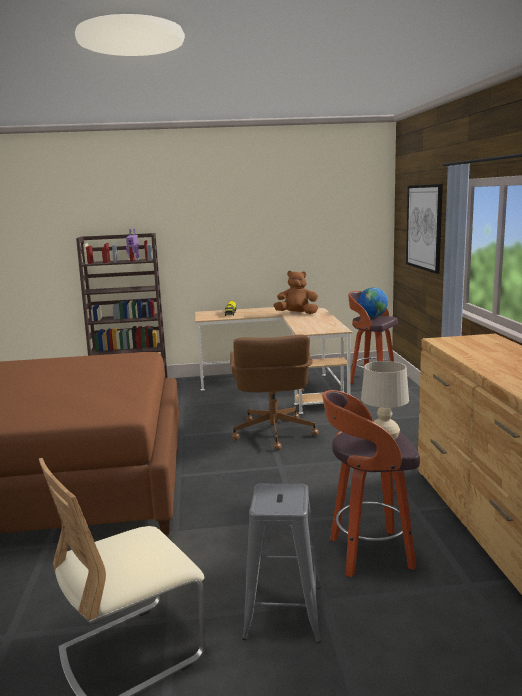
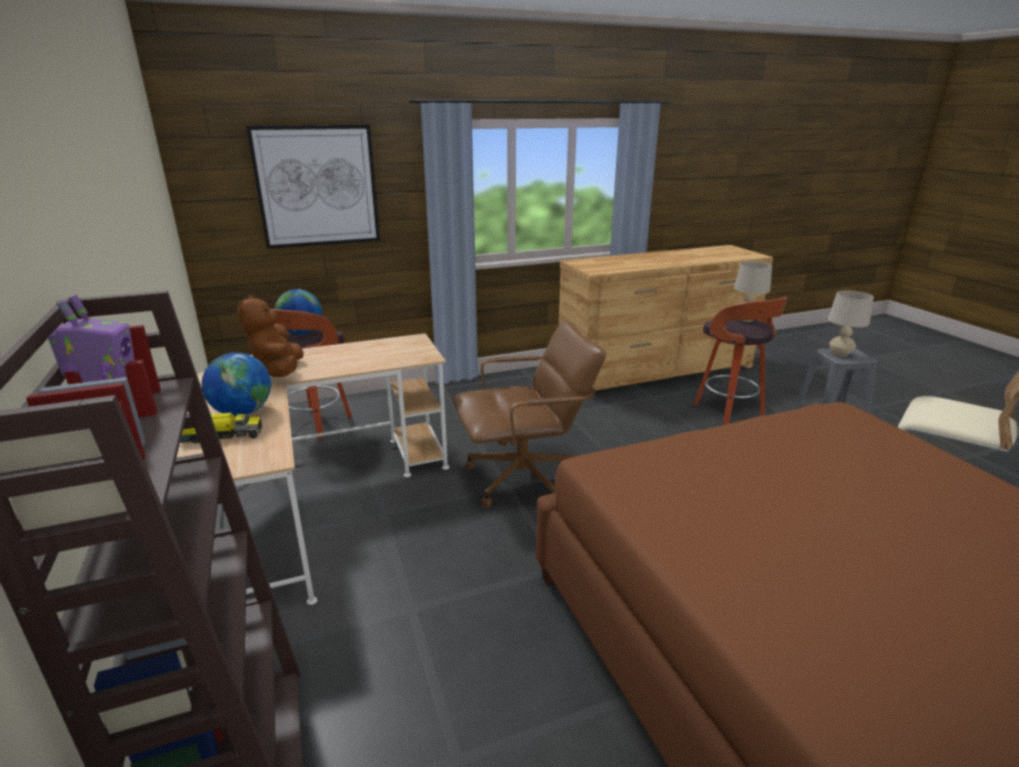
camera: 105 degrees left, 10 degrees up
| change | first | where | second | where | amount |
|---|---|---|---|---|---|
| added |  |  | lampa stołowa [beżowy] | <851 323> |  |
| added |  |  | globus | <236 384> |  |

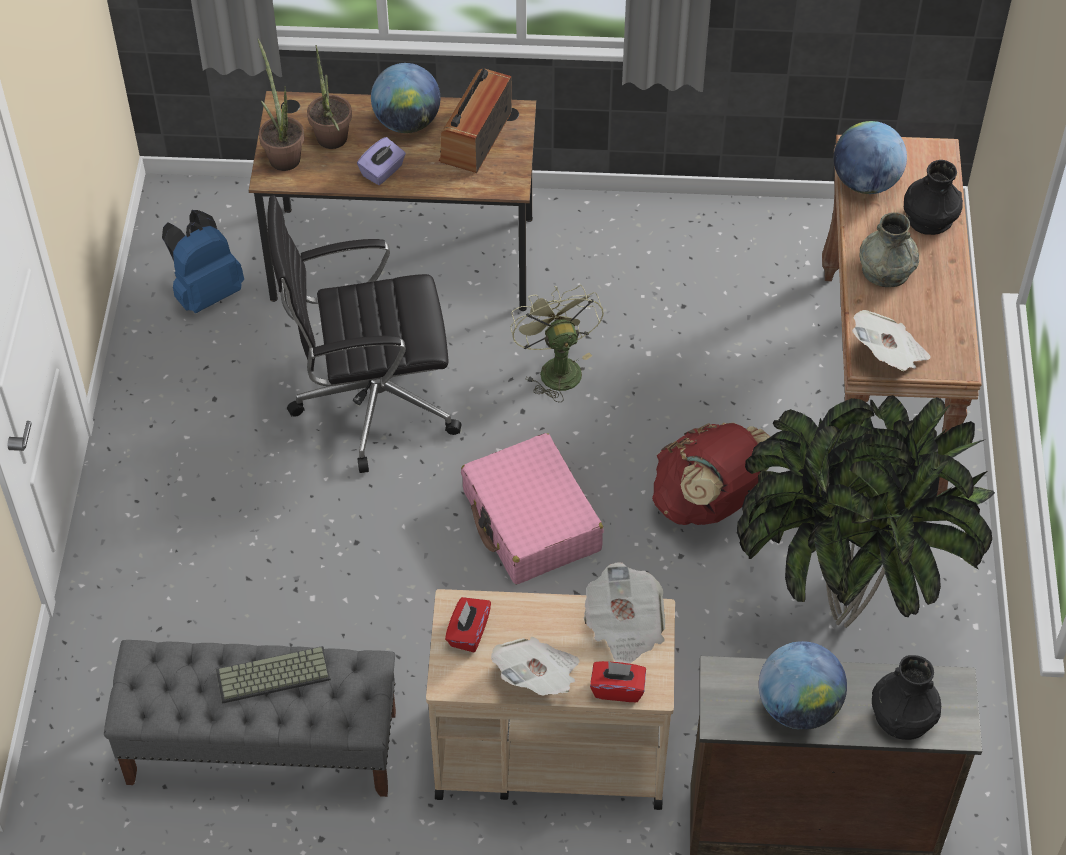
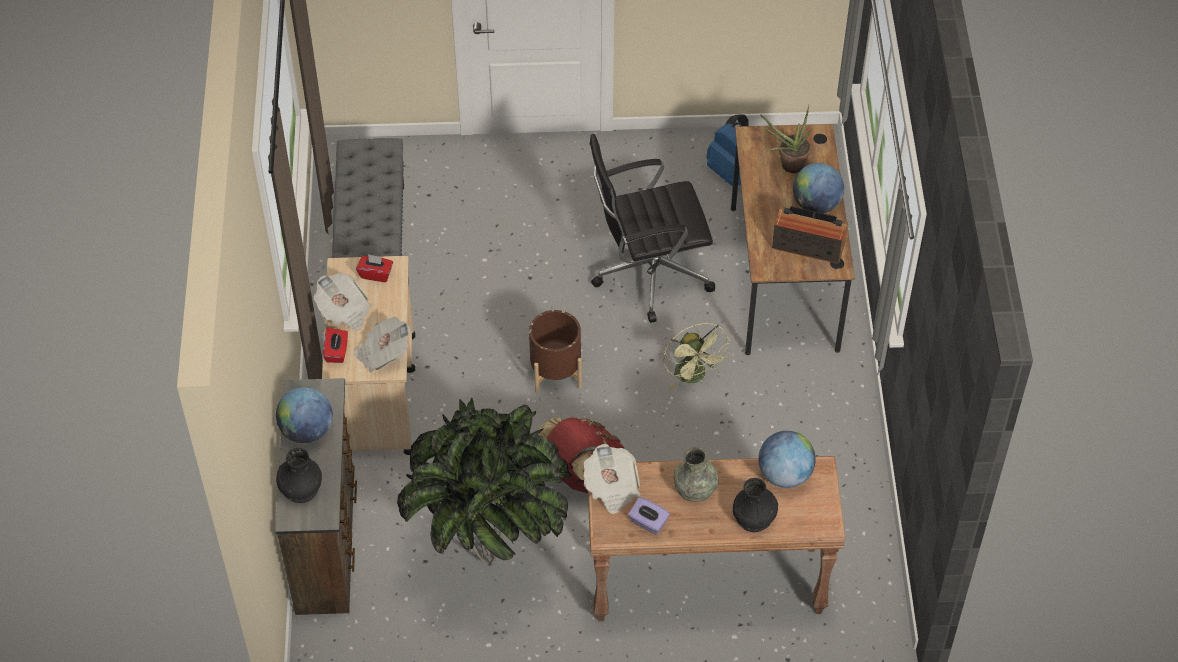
camera: 85 degrees right, 0 degrees up
| change | first | where | second | where | amount |
|---|---|---|---|---|---|
| removed | roślina doniczkowa | <281 105> |  |  |  |
| moved | pudełko chusteczek [fioletowy] | <381 161> |  | <649 516> |  |
| turned | krzesło biurowe [czarny] | <364 334> |  | <652 228> | 90 degrees counterclockwise |
| turned | wentylator [zielony] | <557 344> |  | <697 356> | 90 degrees clockwise |
| replaced | walizka [różowy] | <532 508> | donica [brązowy] | <555 351> |  |
| removed | klawiatura | <273 675> |  |  |  |

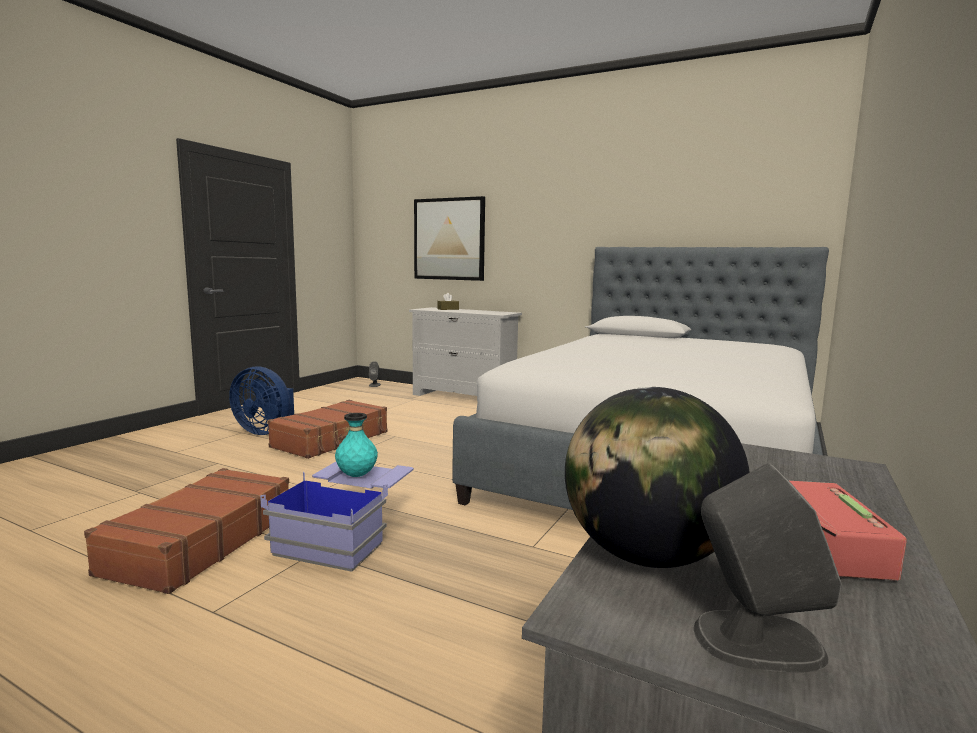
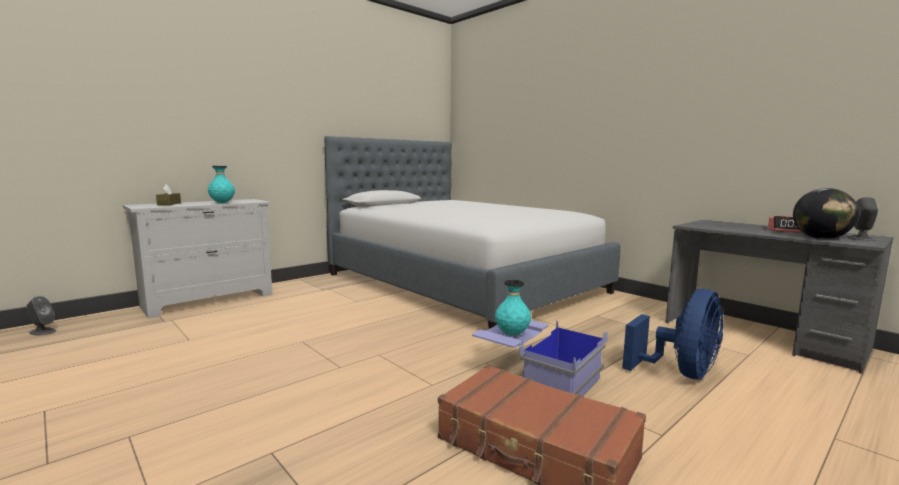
camera: 70 degrees left, 0 degrees up
| change | first | where | second | where | amount |
|---|---|---|---|---|---|
| removed | obraz | <449 238> |  |  |  |
| moved | wentylator [niebieski] | <261 401> |  | <673 334> |  |
| removed | walizka [brązowy] | <327 429> |  |  |  |
| added |  |  | wazon [turkusowy] | <221 184> |  |

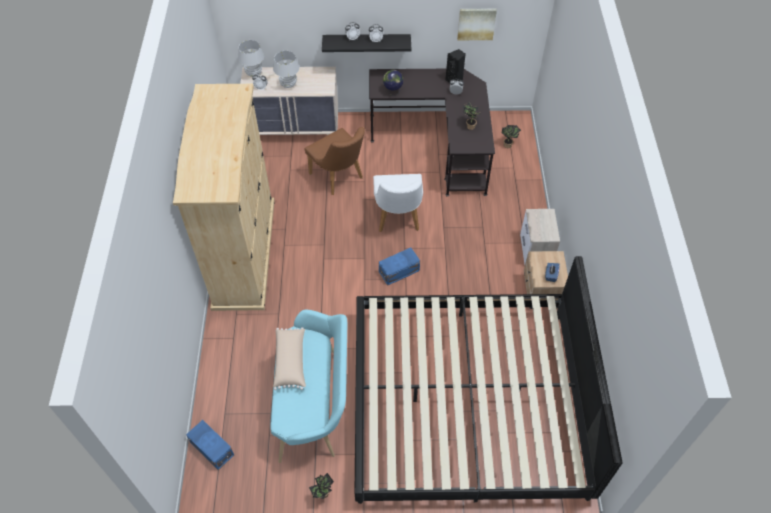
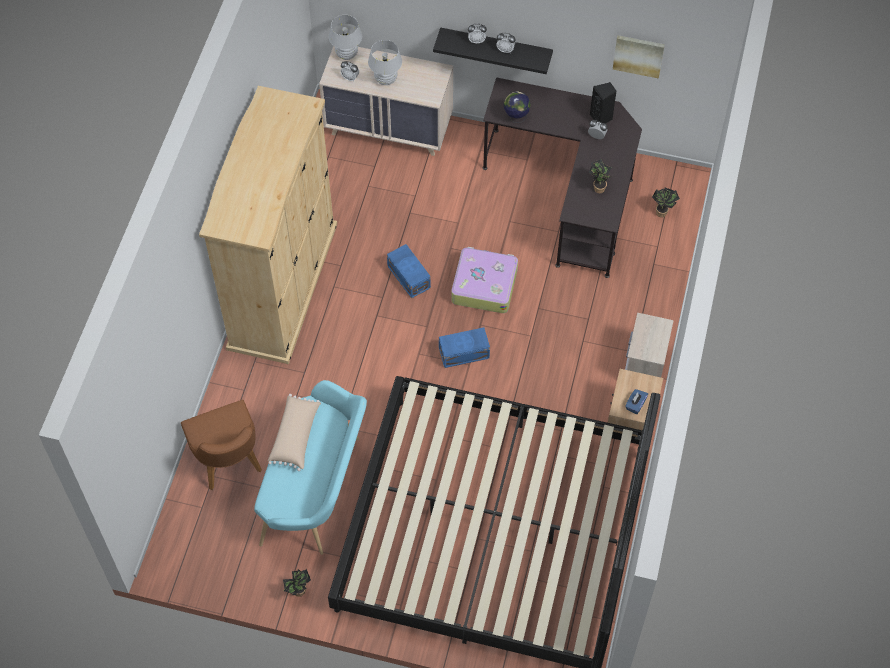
camera: 15 degrees right, 5 degrees up
| change | first | where | second | where | amount |
|---|---|---|---|---|---|
| moved | krzesło [brązowy] | <335 161> |  | <221 445> |  |
| replaced | krzesło [biały] | <398 203> | walizka | <484 280> |  |
| moved | pojemnik do przechowywania [niebieski] | <210 445> |  | <409 271> |  |

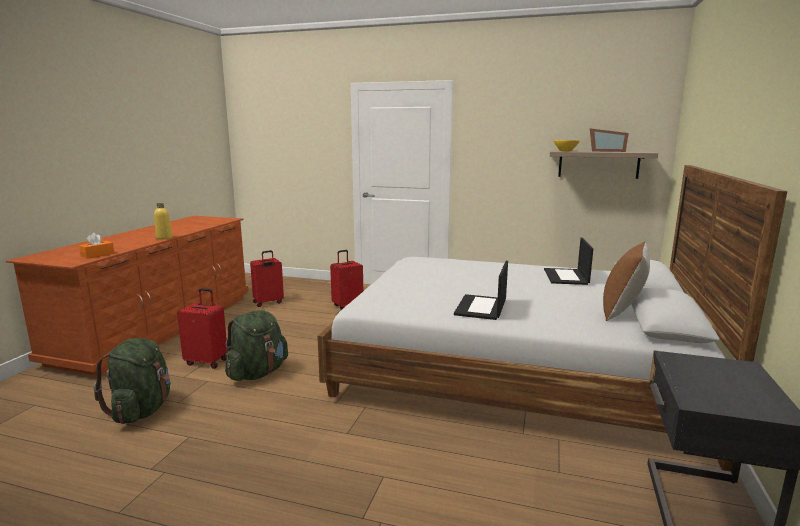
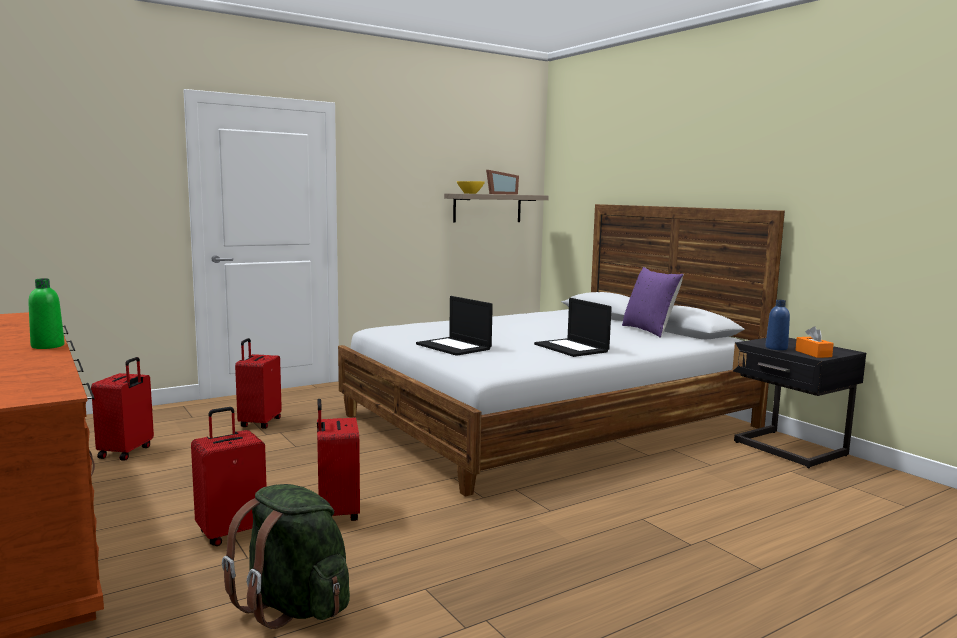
camera: 50 degrees left, 5 degrees down
| change | first | where | second | where | amount |
|---|---|---|---|---|---|
| recoloured | butelka [żółty] | <163 221> | butelka [zielony] | <46 313> |  |
| moved | pudełko chusteczek [pomarańczowy] | <96 246> |  | <814 342> |  |
| moved | laptop | <568 261> |  | <454 326> |  |
| recoloured | poduszka [brązowy] | <626 281> | poduszka [fioletowy] | <653 302> |  |
| replaced | plecak [zielony] | <256 345> | walizka [czerwony] | <338 460> |  |
| added |  |  | butelka [niebieski] | <777 325> |  |

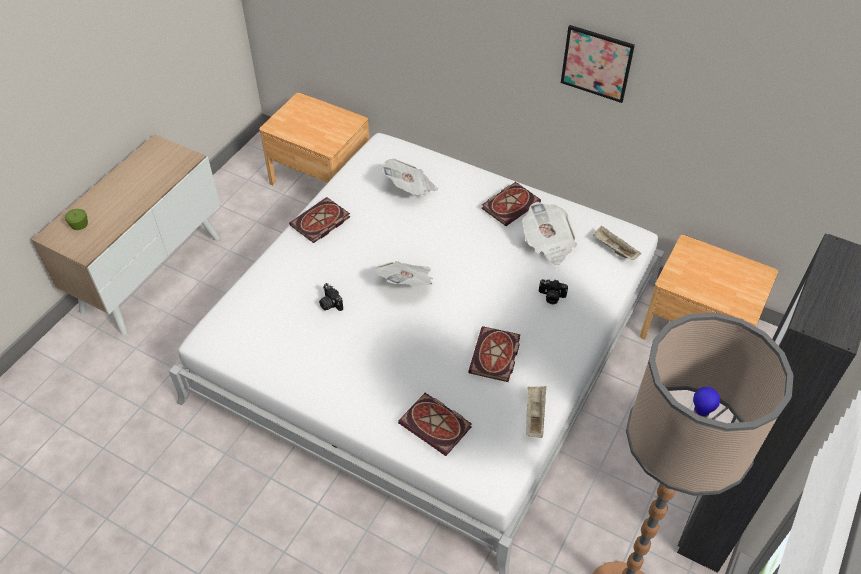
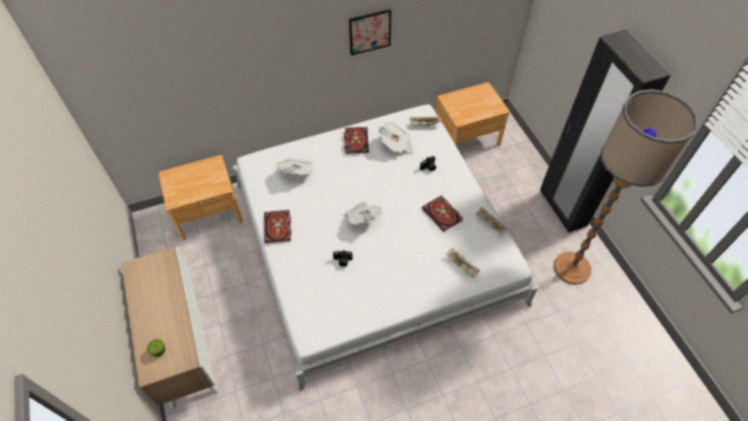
camera: 50 degrees left, 5 degrees up
| change | first | where | second | where | amount |
|---|---|---|---|---|---|
| replaced | książka | <435 424> | taca [beżowy] | <463 263> |  |

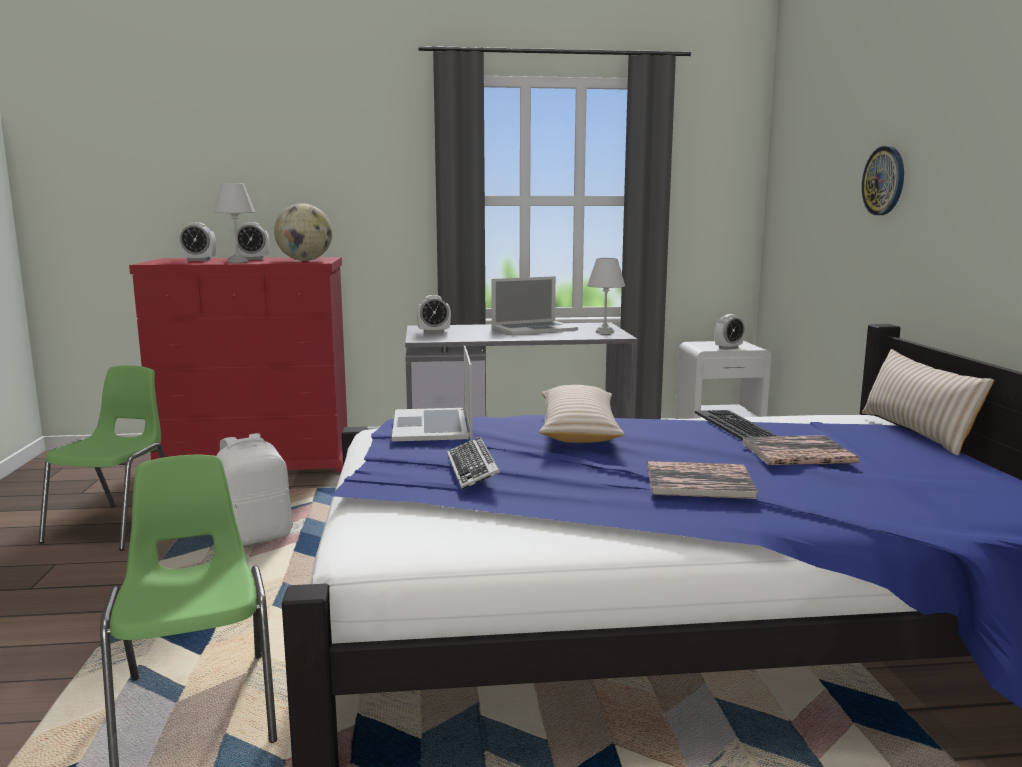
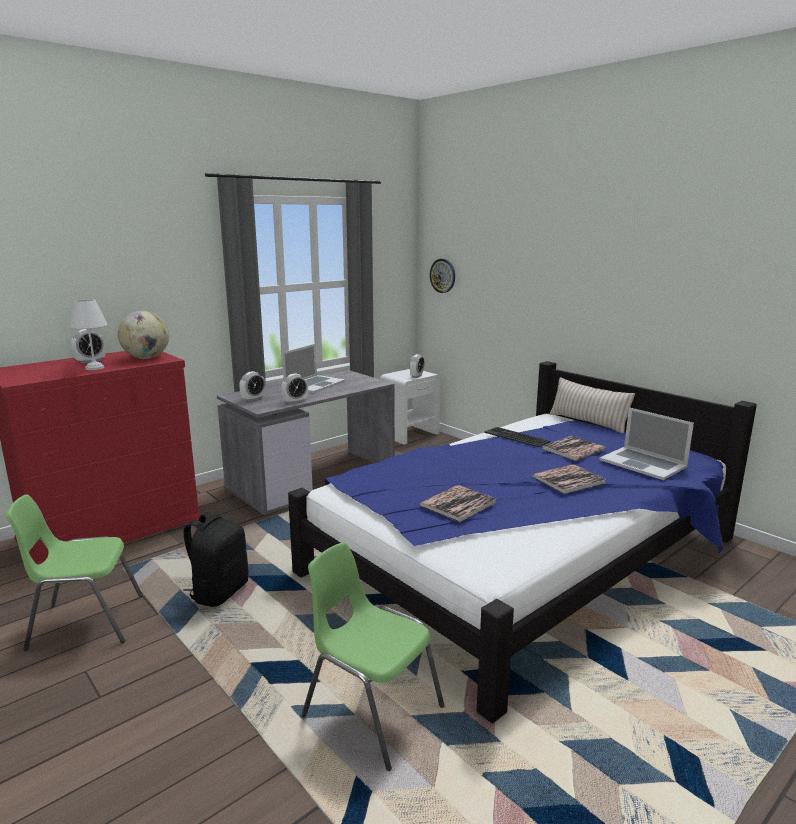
camera: 35 degrees left, 5 degrees up
| change | first | where | second | where | amount |
|---|---|---|---|---|---|
| moved | zegar ścienny | <883 180> |  | <442 276> |  |
| moved | budzik | <197 241> |  | <294 388> |  |
| removed | lampa stołowa [biały] | <606 296> |  |  |  |
| moved | laptop | <432 393> |  | <646 443> |  |
| turned | krzesło [zielony] | <102 458> |  | <74 572> | 75 degrees counterclockwise |
| removed | poduszka [beżowy] | <582 414> |  |  |  |
| recoloured | plecak [biały] | <254 489> | plecak [czarny] | <216 559> |  |
| replaced | klawiatura | <473 463> | książka | <458 503> |  |

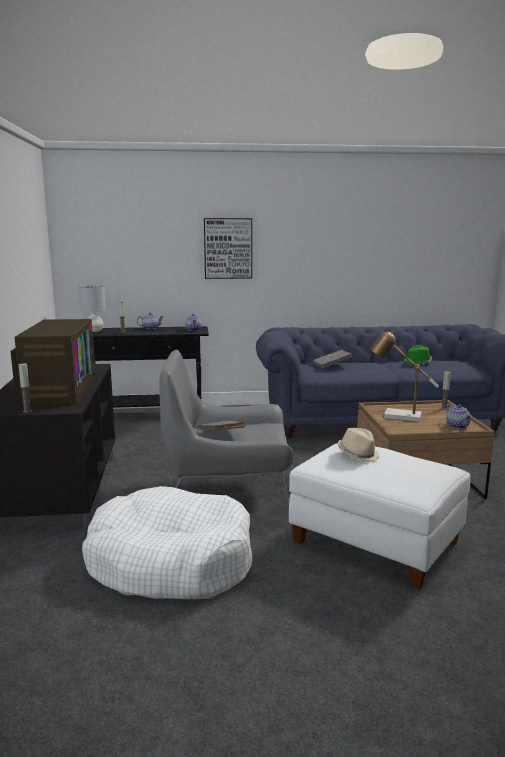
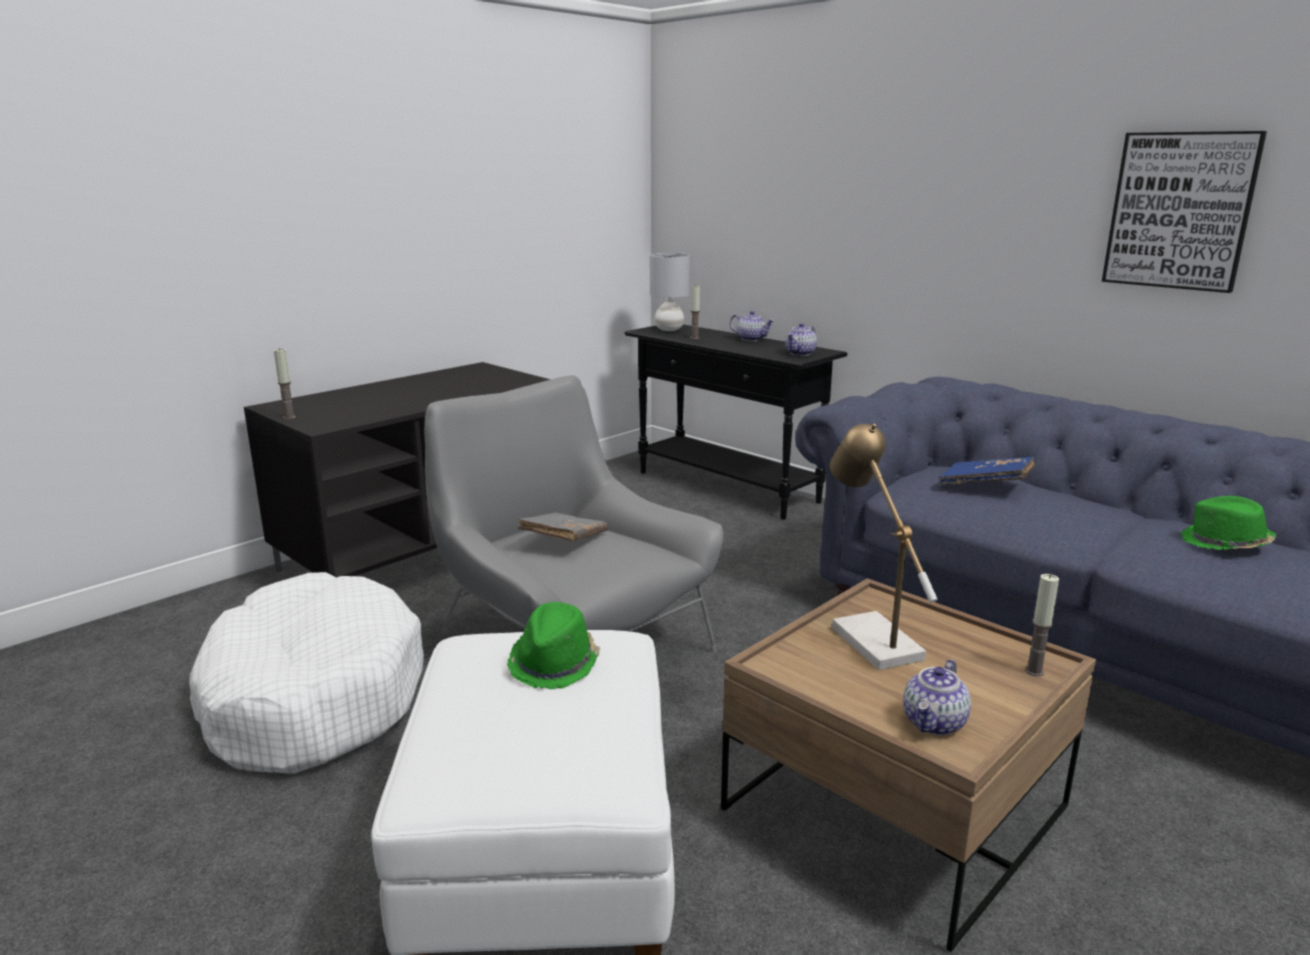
camera: 50 degrees right, 5 degrees up
| change | first | where | second | where | amount |
|---|---|---|---|---|---|
| moved | obraz | <228 248> |  | <1184 212> |  |
| removed | telewizor | <53 362> |  |  |  |
| recoloured | książka [szary] | <332 359> | książka [niebieski] | <986 471> |  |
| recoloured | kapelusz [beżowy] | <358 445> | kapelusz [zielony] | <553 645> |  |

